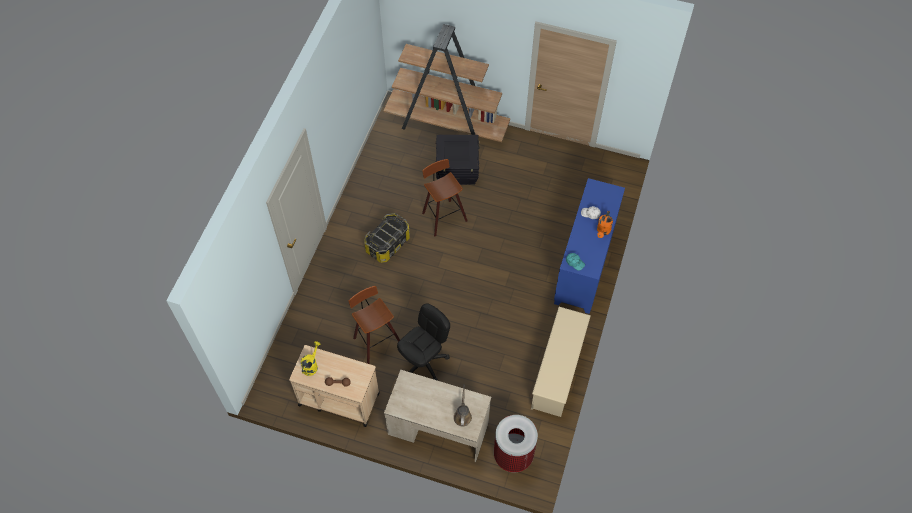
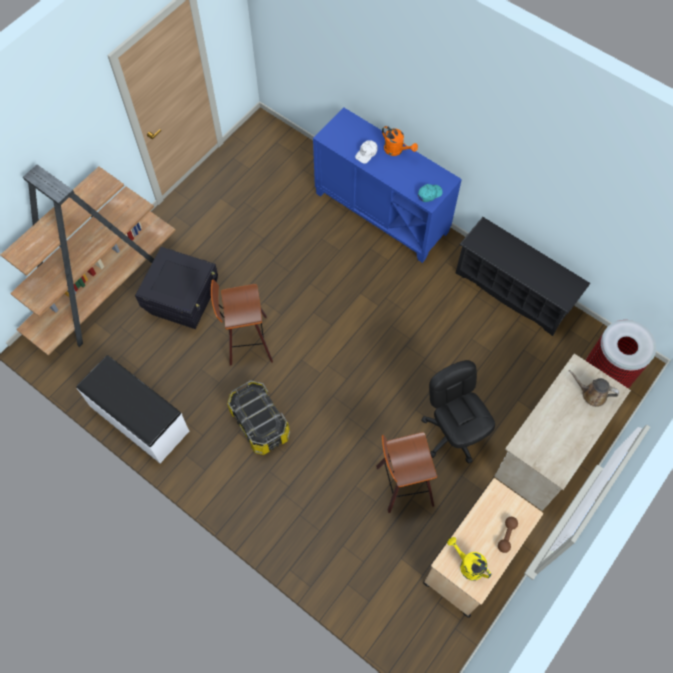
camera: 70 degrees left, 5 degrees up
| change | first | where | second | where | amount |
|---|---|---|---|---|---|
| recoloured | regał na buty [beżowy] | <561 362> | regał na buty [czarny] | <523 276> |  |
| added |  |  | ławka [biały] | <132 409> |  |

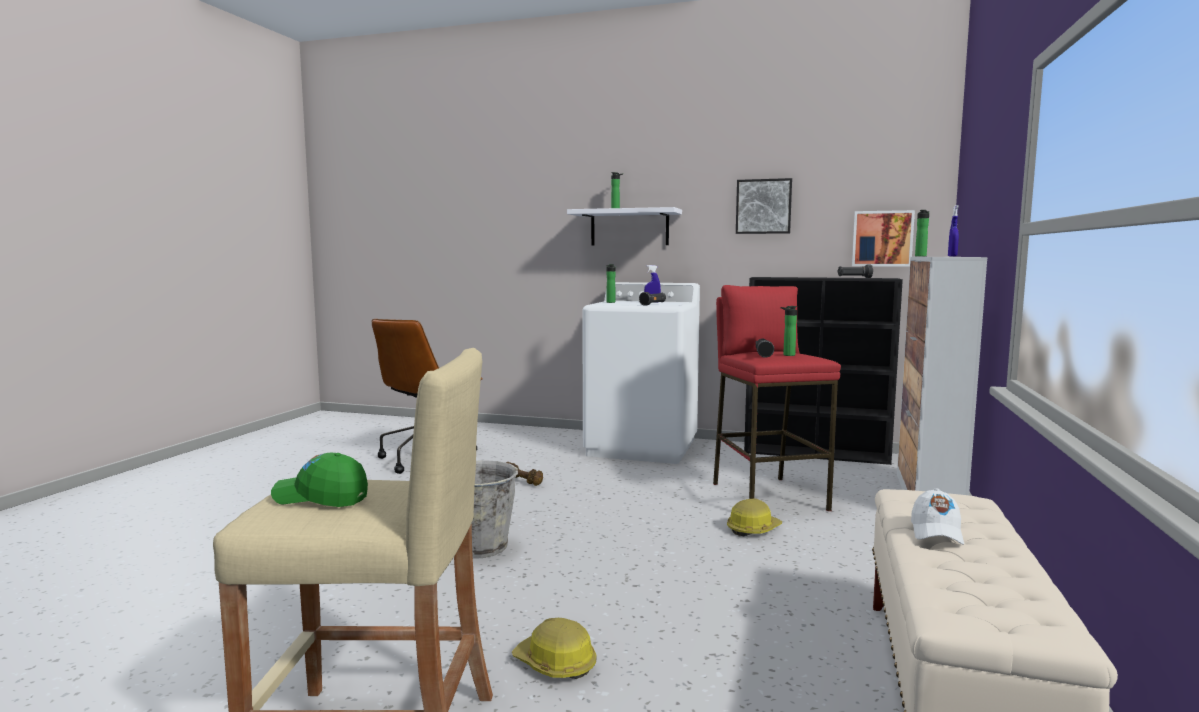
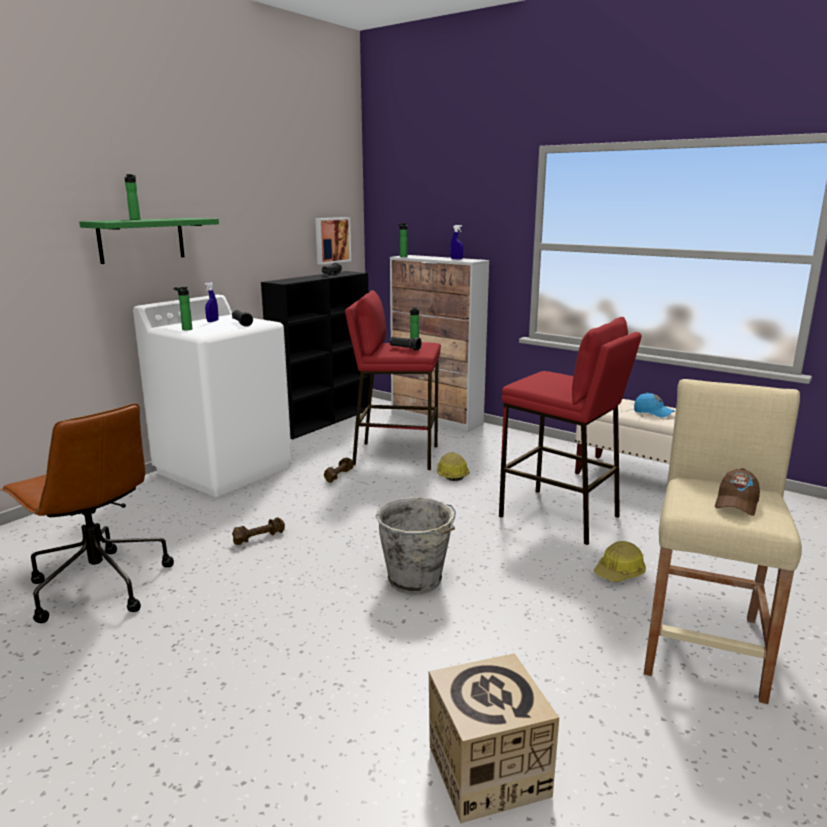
camera: 70 degrees left, 10 degrees up
| change | first | where | second | where | amount |
|---|---|---|---|---|---|
| removed | obraz | <764 206> |  |  |  |
| recoloured | półka [biały] | <624 226> | półka [zielony] | <149 241> |  |
| recoloured | czapka z daszkiem [zielony] | <319 480> | czapka z daszkiem [brązowy] | <737 492> |  |
| recoloured | czapka z daszkiem [biały] | <937 516> | czapka z daszkiem [niebieski] | <654 405> |  |
| added |  |  | stołek [czerwony] | <570 431> |  |
| added |  |  | hantel [brązowy] | <339 470> |  |
| added |  |  | karton | <494 738> |  |

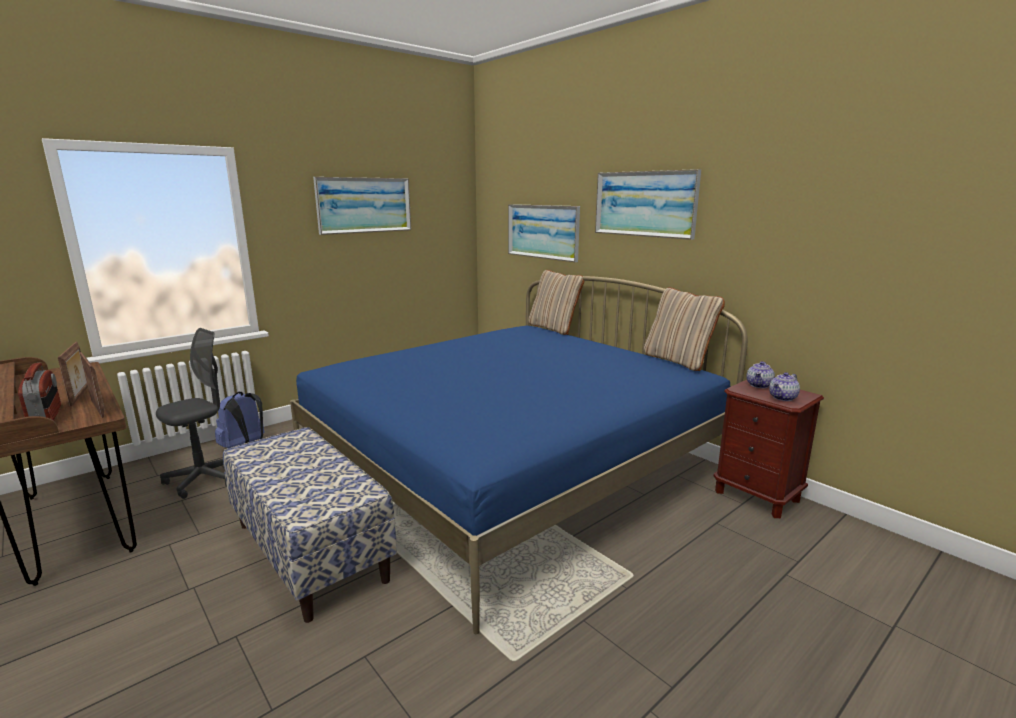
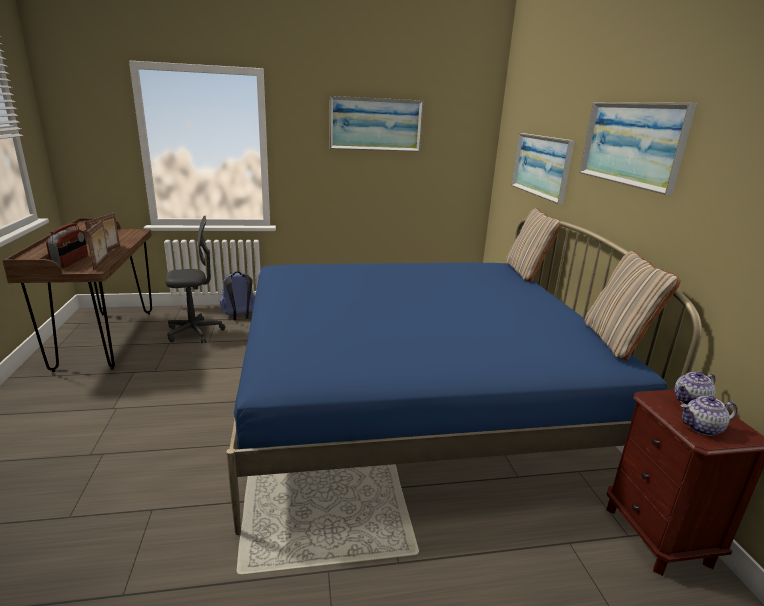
camera: 30 degrees right, 5 degrees up
| change | first | where | second | where | amount |
|---|---|---|---|---|---|
| removed | ławka | <310 525> |  |  |  |

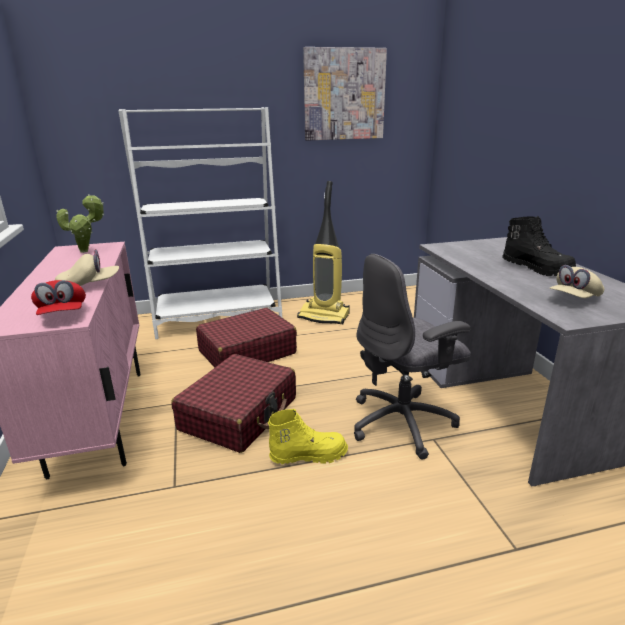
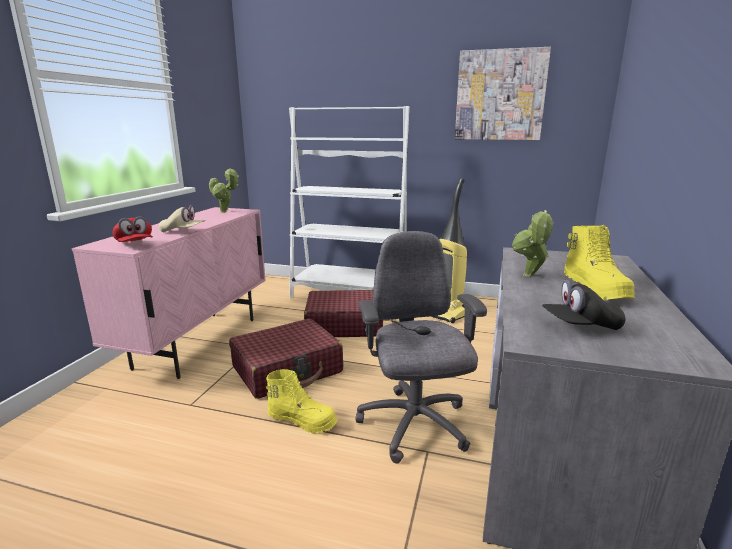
camera: 30 degrees right, 5 degrees down
| change | first | where | second | where | amount |
|---|---|---|---|---|---|
| recoloured | but z cholewką [czarny] | <539 246> | but z cholewką [żółty] | <599 262> |  |
| turned | krzesło biurowe [szary] | <412 356> |  | <421 347> | 75 degrees clockwise |
| recoloured | czapka z daszkiem [beżowy] | <576 281> | czapka z daszkiem [czarny] | <584 304> |  |
| turned | czapka z daszkiem [czerwony] | <58 297> |  | <133 229> | 45 degrees counterclockwise |
| added |  |  | roślina doniczkowa | <533 243> |  |

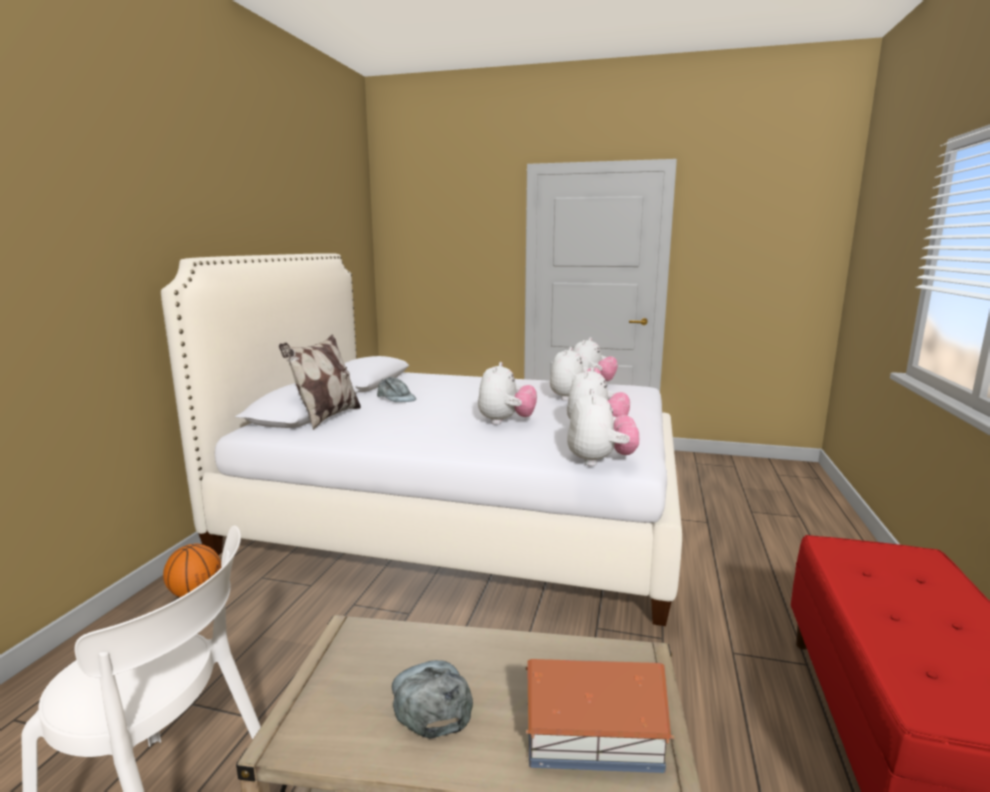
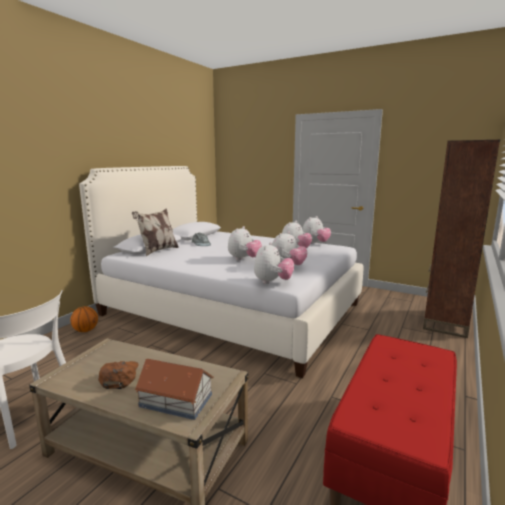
camera: 15 degrees right, 0 degrees up
| change | first | where | second | where | amount |
|---|---|---|---|---|---|
| recoloured | czapka z daszkiem [szary] | <432 699> | czapka z daszkiem [brązowy] | <118 375> |  |
| added |  |  | regał [brązowy] | <461 239> |  |

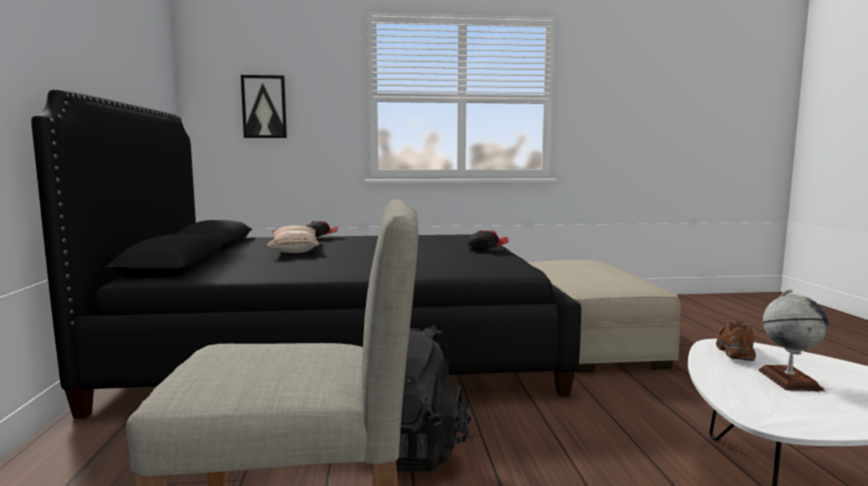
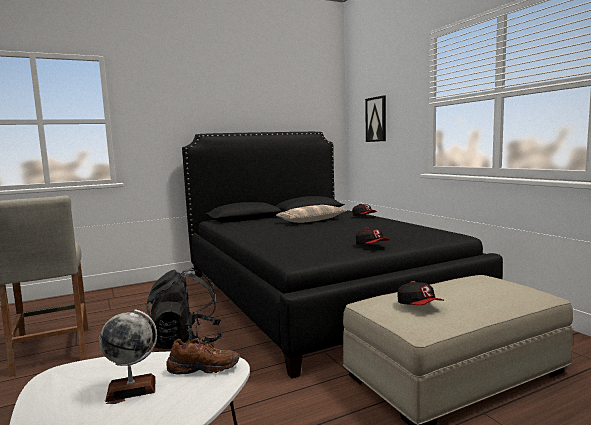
camera: 70 degrees right, 0 degrees up
| change | first | where | second | where | amount |
|---|---|---|---|---|---|
| added |  |  | czapka z daszkiem | <420 293> |  |

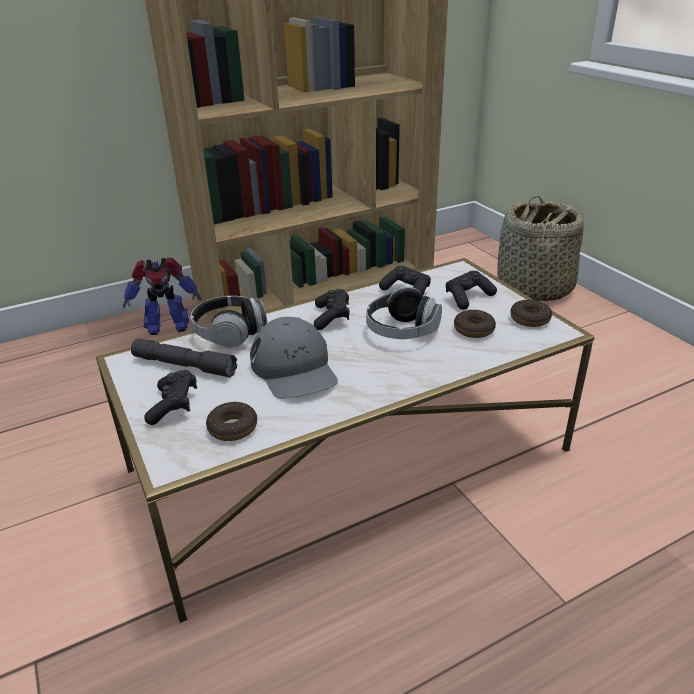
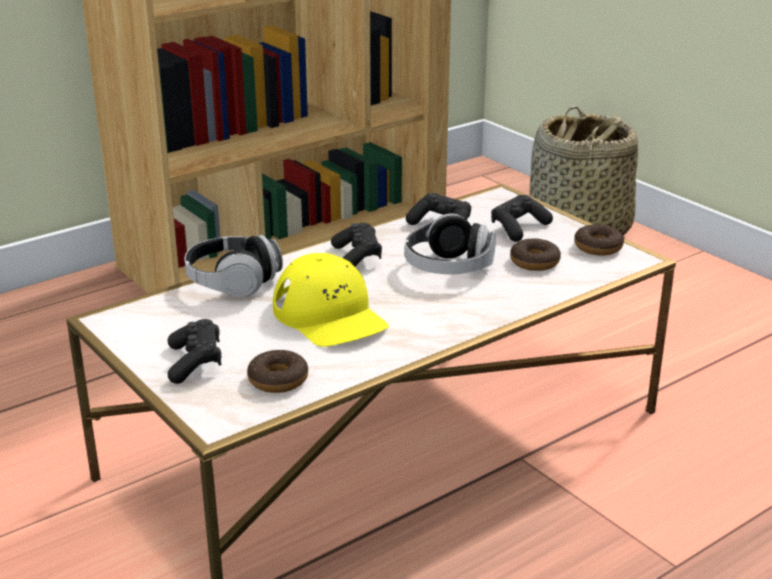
camera: 10 degrees left, 5 degrees down
| change | first | where | second | where | amount |
|---|---|---|---|---|---|
| removed | robot zabawkowy | <162 296> |  |  |  |
| recoloured | czapka z daszkiem [szary] | <294 358> | czapka z daszkiem [żółty] | <331 300> |  |
| removed | latarka [szary] | <184 358> |  |  |  |

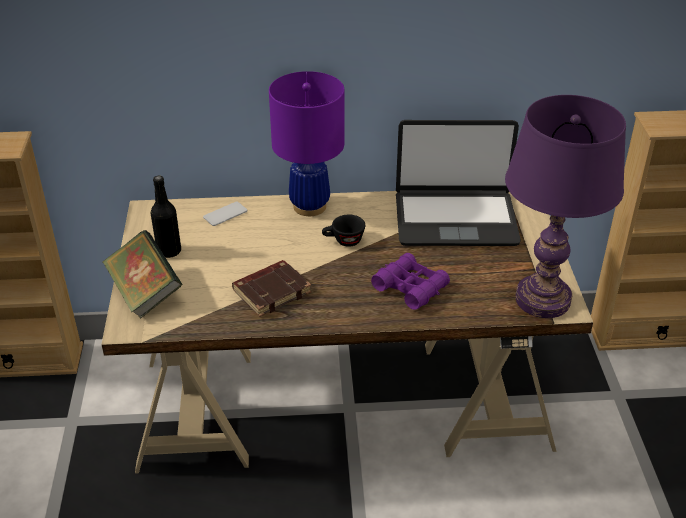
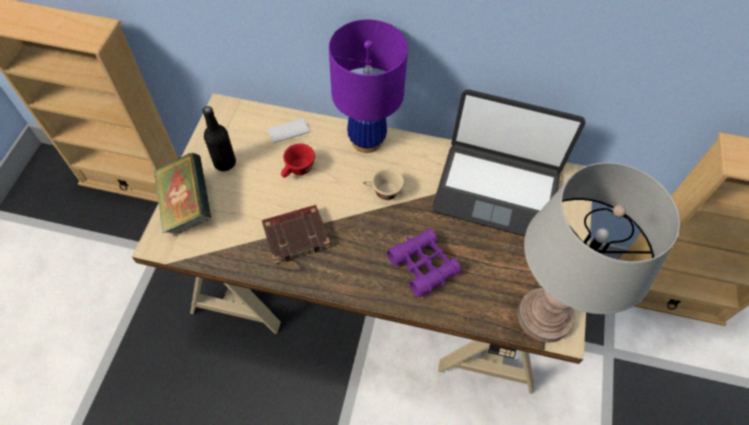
camera: 15 degrees right, 20 degrees up
| change | first | where | second | where | amount |
|---|---|---|---|---|---|
| recoloured | lampa stołowa [fioletowy] | <565 206> | lampa stołowa [szary] | <598 252> |  |
| recoloured | filiżanka [czarny] | <343 231> | filiżanka [beżowy] | <383 184> |  |
| added |  |  | filiżanka [czerwony] | <298 160> |  |

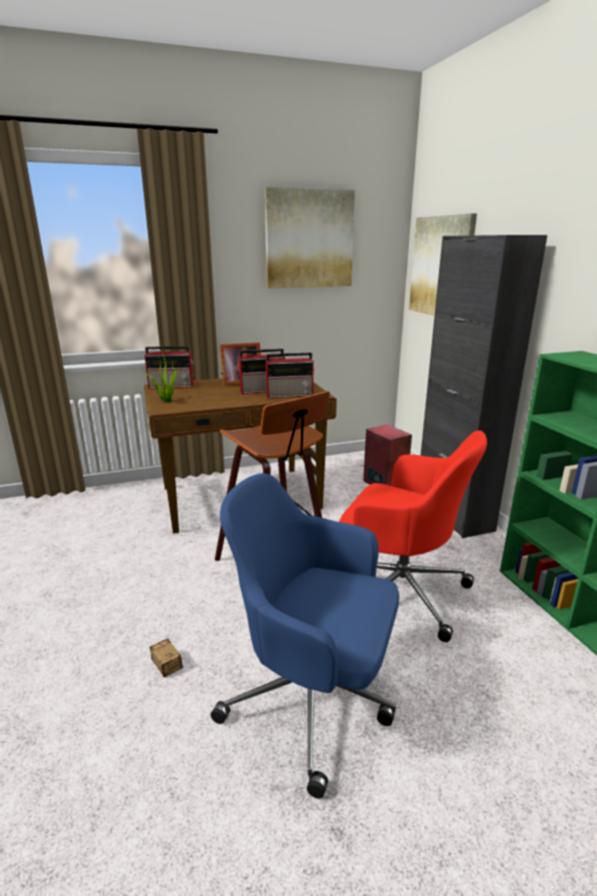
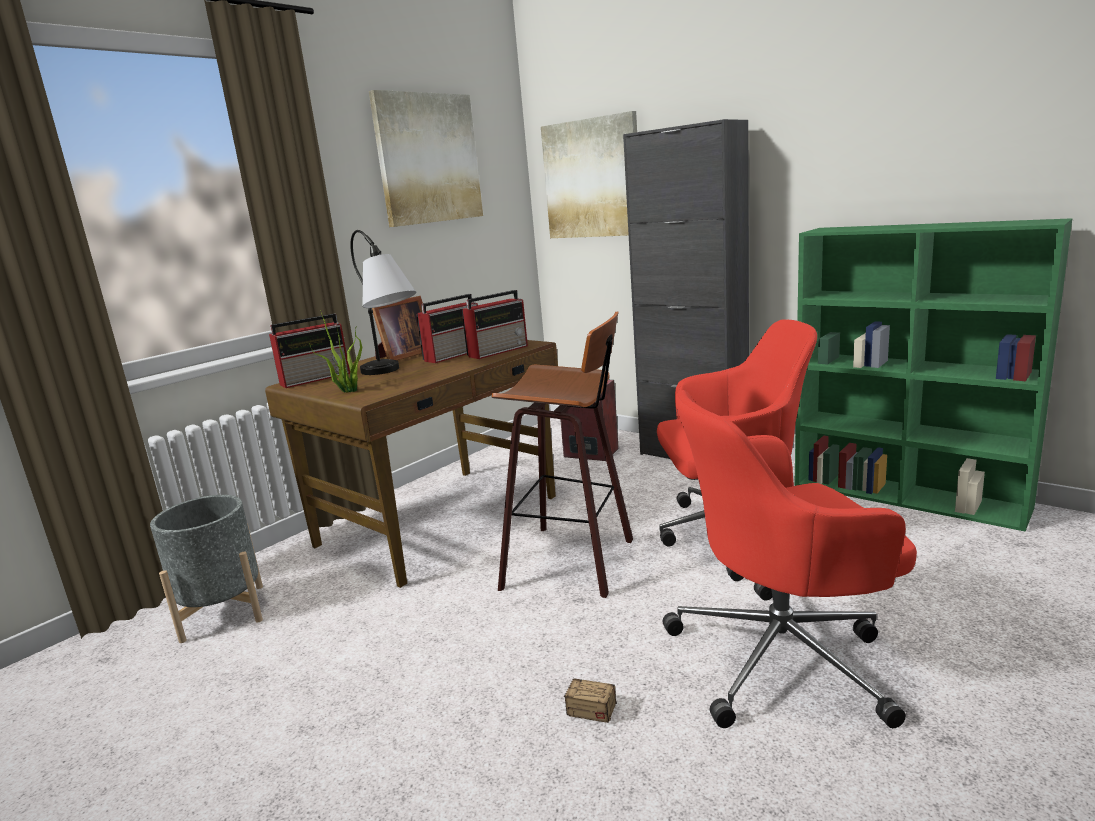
camera: 30 degrees left, 5 degrees down
| change | first | where | second | where | amount |
|---|---|---|---|---|---|
| recoloured | krzesło biurowe [niebieski] | <305 636> | krzesło biurowe [czerwony] | <789 559> |  |
| added |  |  | lampa stołowa | <383 302> |  |
| added |  |  | donica [szary] | <206 569> |  |

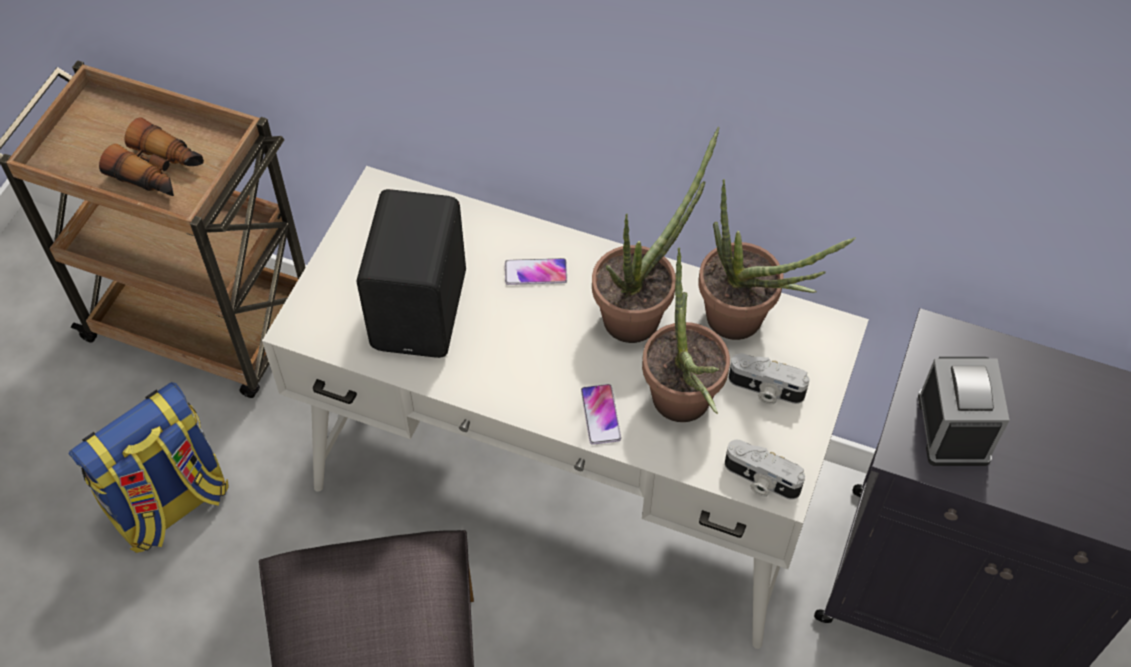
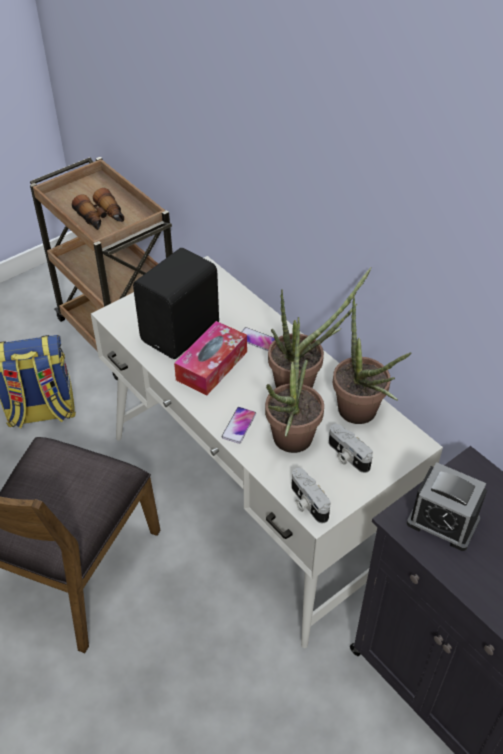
camera: 30 degrees right, 10 degrees down
| change | first | where | second | where | amount |
|---|---|---|---|---|---|
| turned | budzik | <964 411> |  | <447 506> | 90 degrees clockwise |
| added |  |  | pudełko chusteczek | <210 358> |  |

